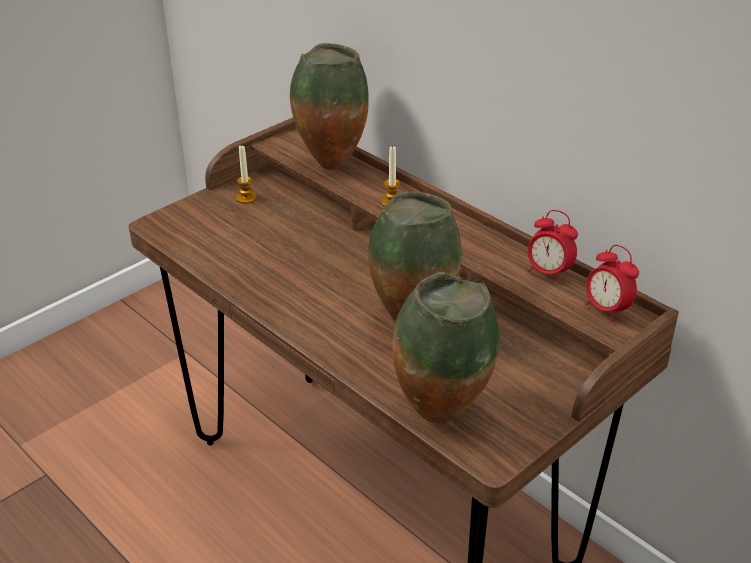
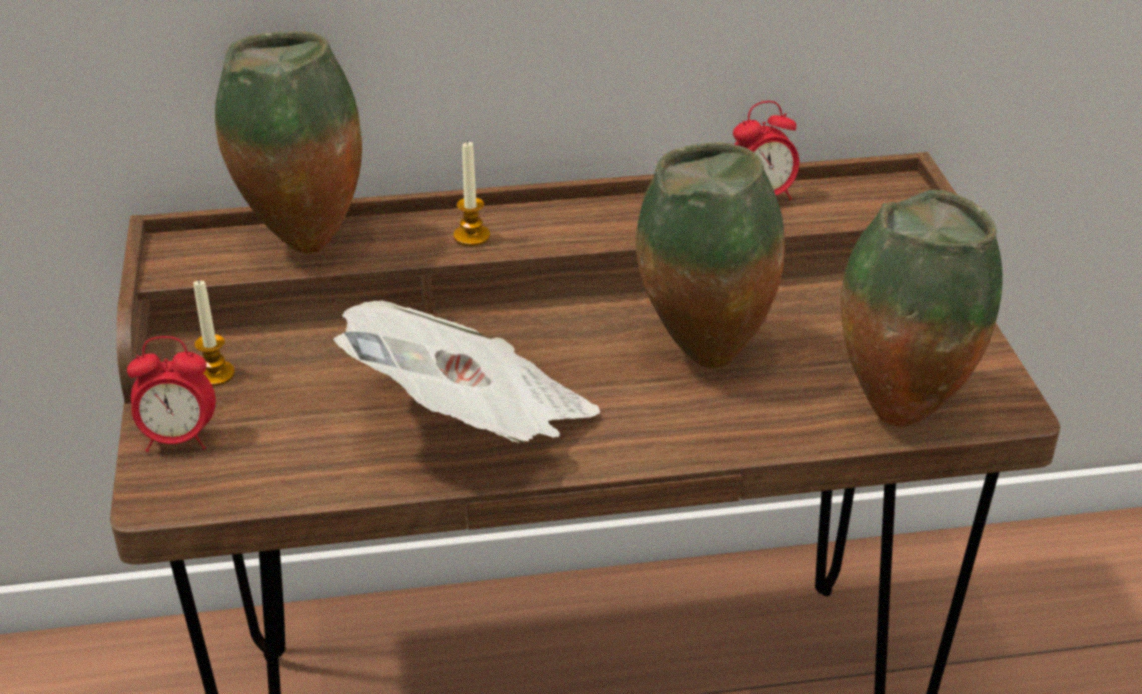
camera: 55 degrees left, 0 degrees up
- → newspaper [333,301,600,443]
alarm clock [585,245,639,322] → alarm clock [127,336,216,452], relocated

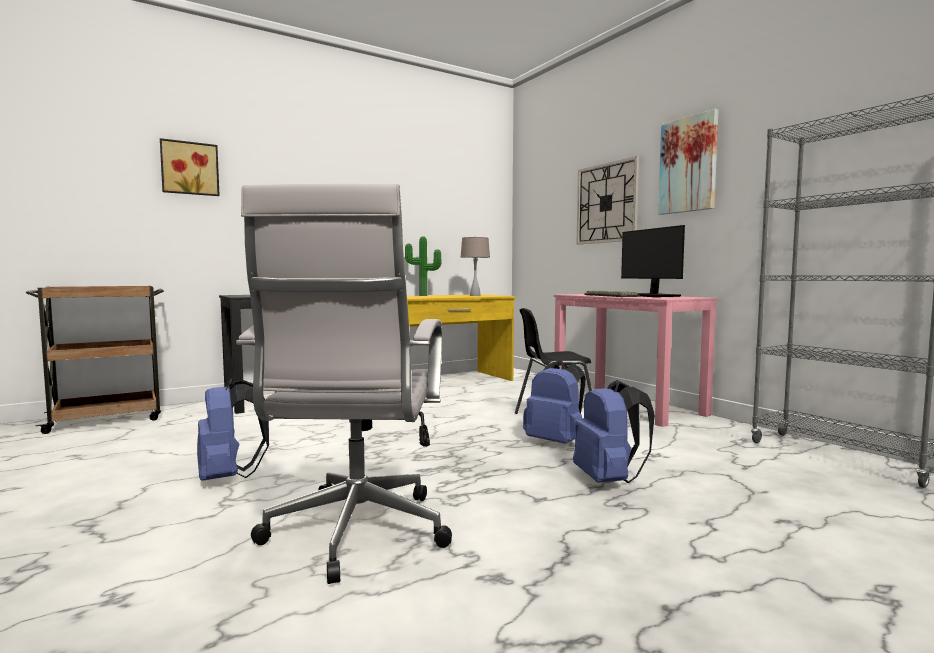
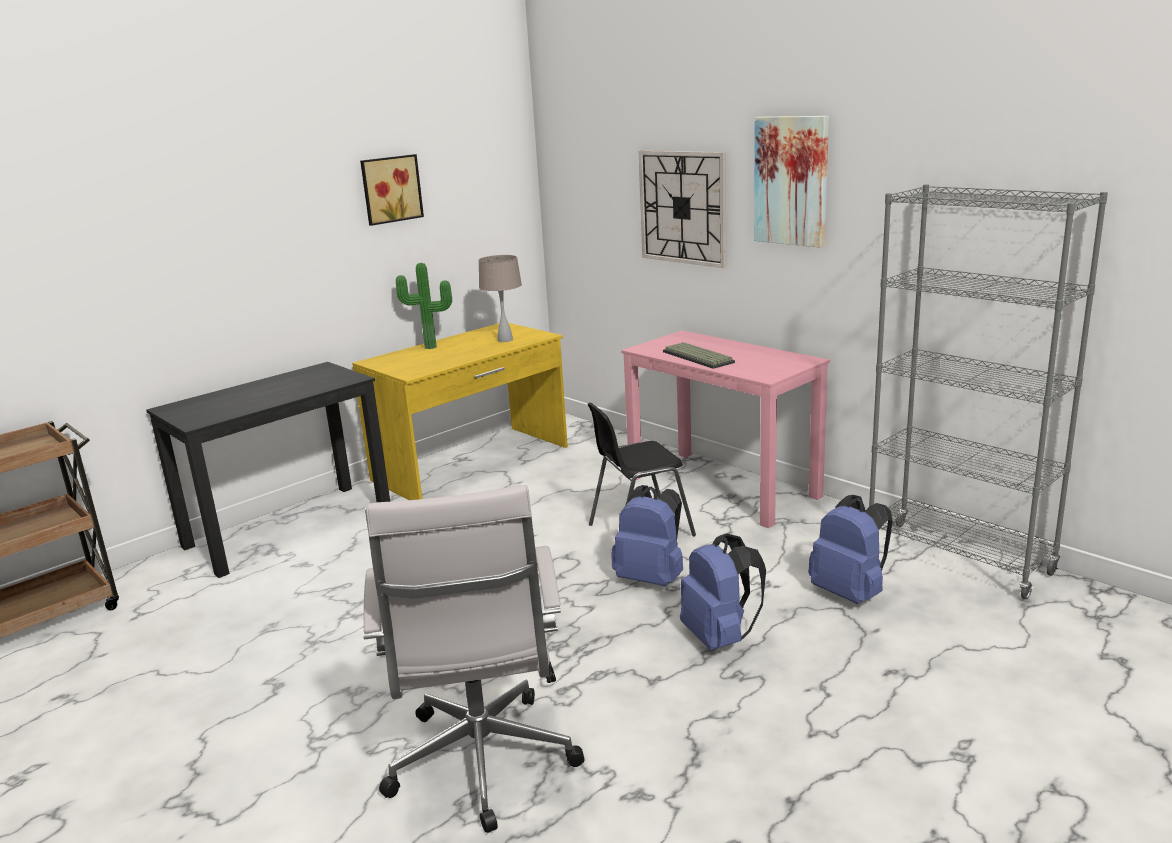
camera: 10 degrees left, 15 degrees up
monitor [621,225,685,297] → -
picture [160,138,220,196] → picture [360,154,424,226], relocated
blue backpack [197,379,269,481] → blue backpack [808,495,892,604], relocated

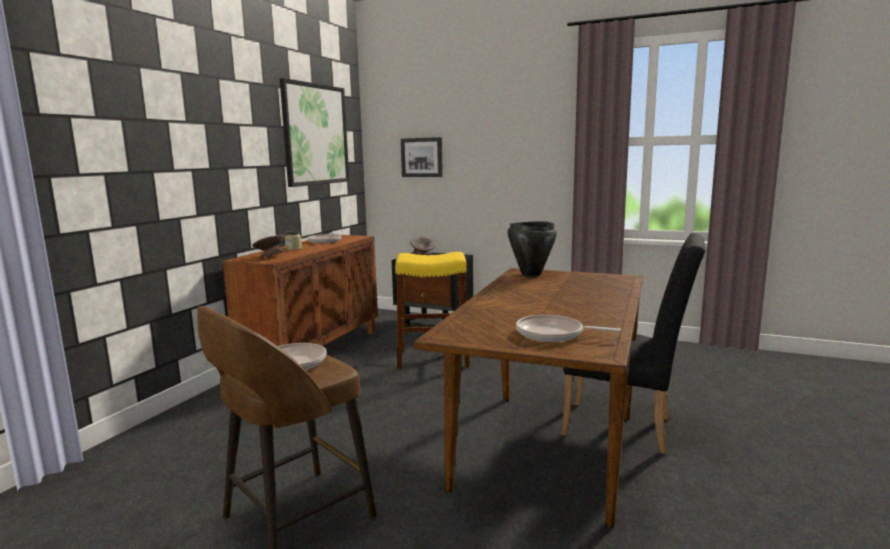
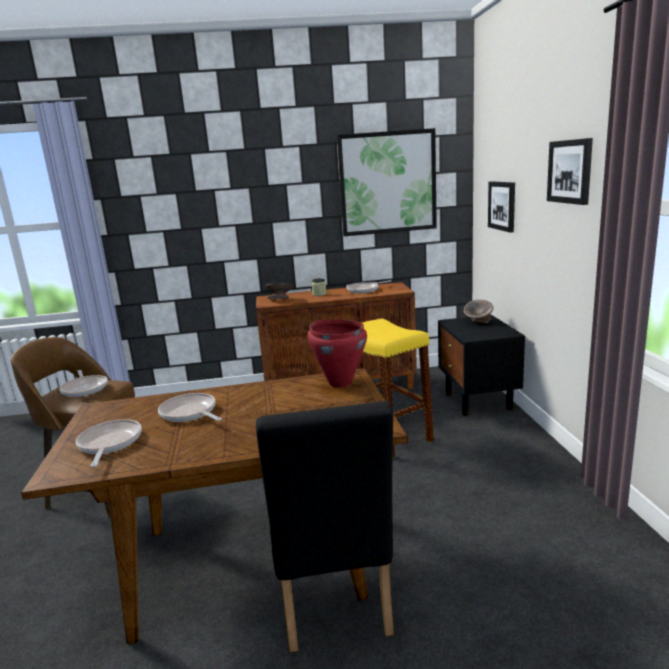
camera: 60 degrees right, 5 degrees up
- → frying pan [158,393,222,422]
- → picture [547,138,593,205]
black cooking pot [508,221,557,277] → red cooking pot [308,320,367,388]

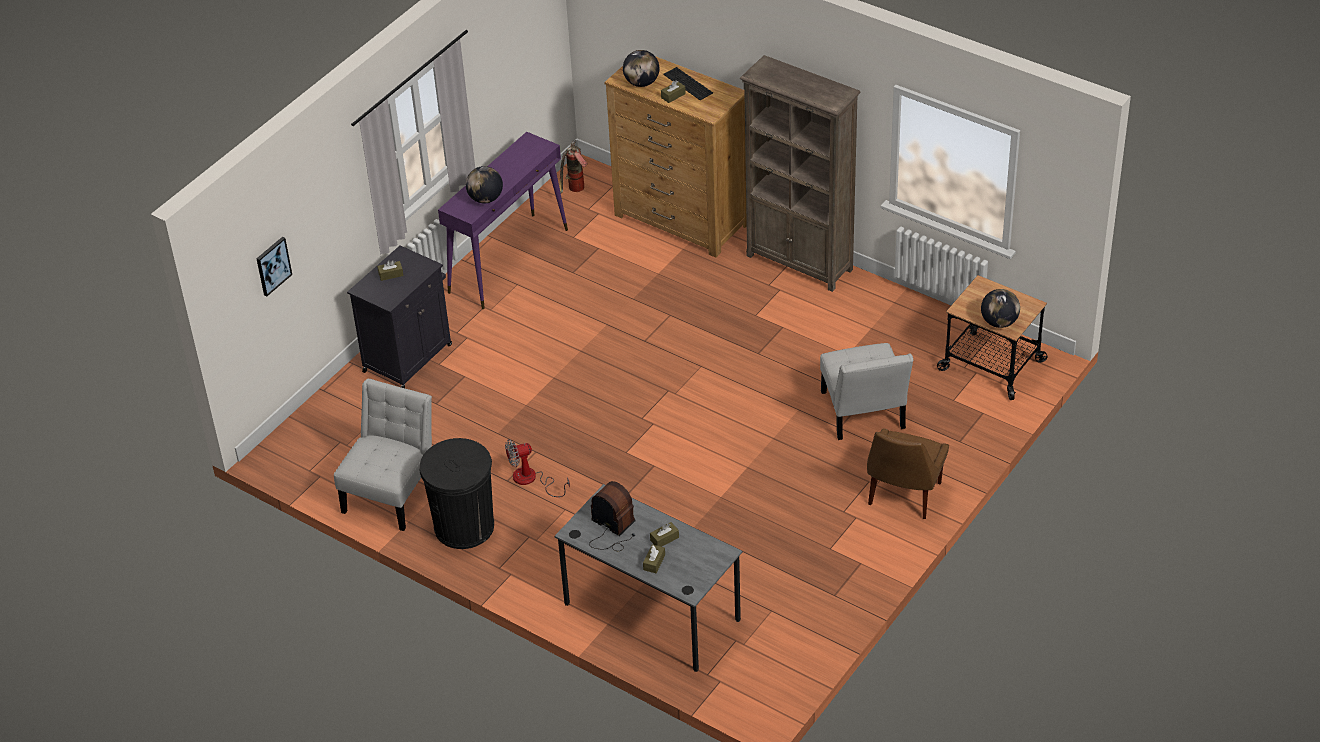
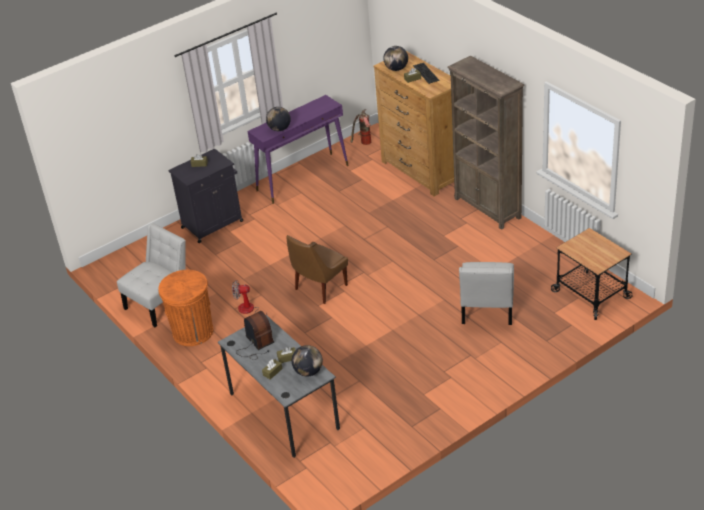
camera: 20 degrees right, 5 degrees down
picture [256,237,292,296] → -
brown chair [867,429,949,519] → brown chair [286,235,348,304], relocated
globe [981,289,1020,328] → globe [292,345,323,377], relocated
black trash can [420,438,494,549] → orange trash can [158,270,213,346]

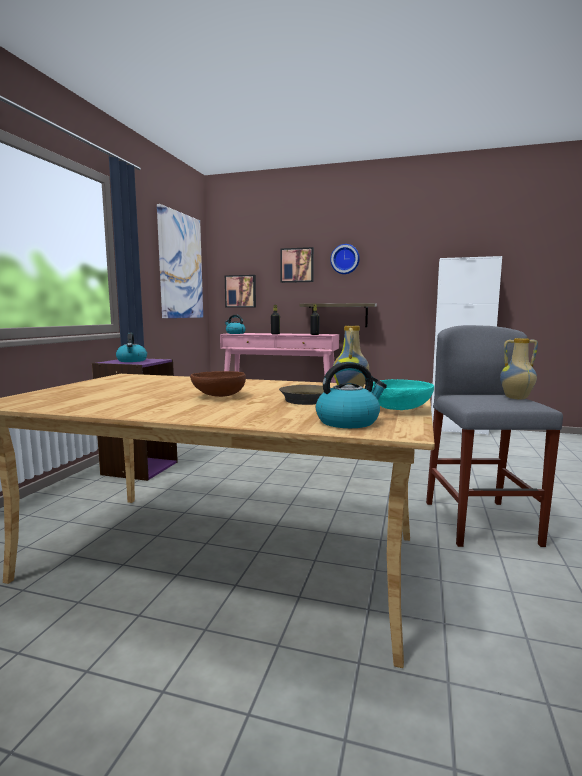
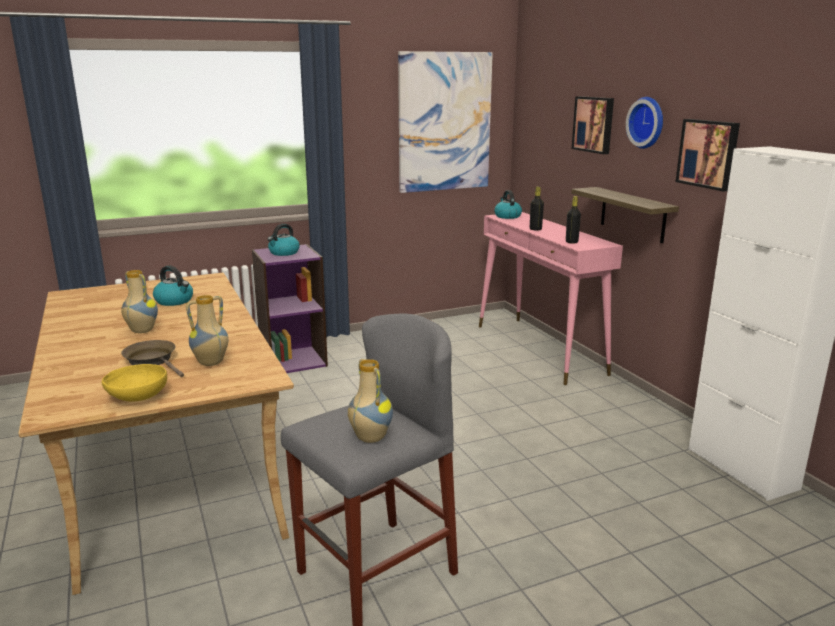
camera: 50 degrees right, 10 degrees up
picture [225,275,256,308] → picture [676,119,740,192], relocated
kettle [316,362,387,428] → kettle [153,265,193,306], relocated
brown bowl [190,371,246,397] → vase [121,270,158,333]
turquoise bowl [372,379,434,410] → yellow bowl [102,364,167,401]

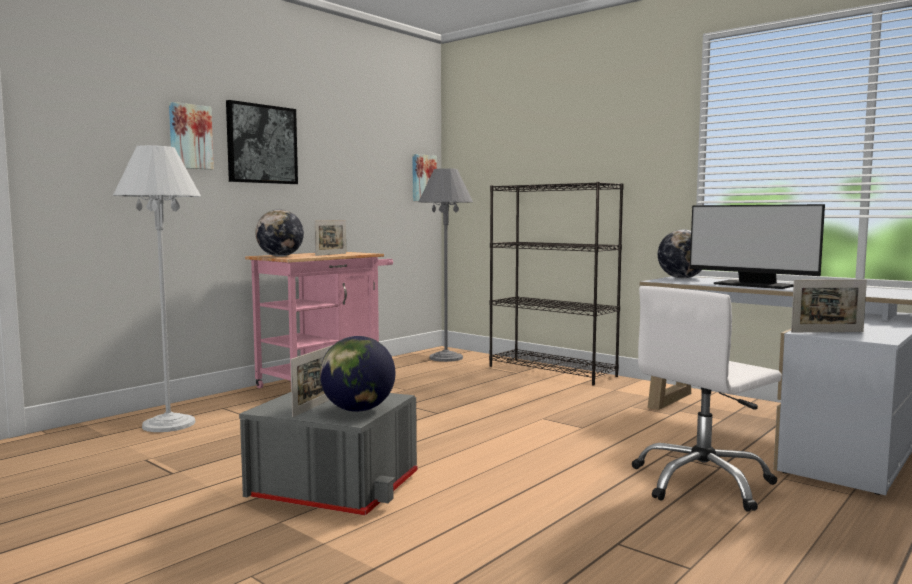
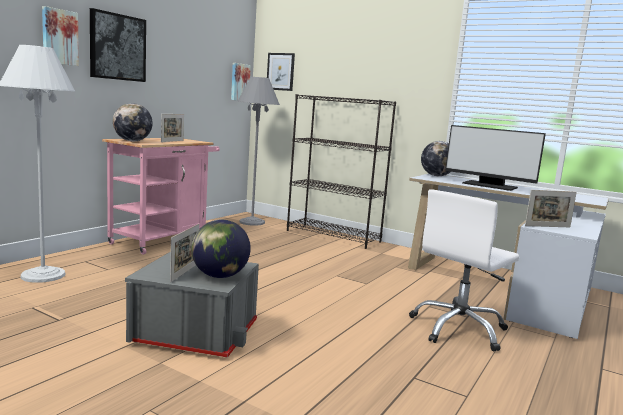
camera: 10 degrees left, 5 degrees up
- → picture [267,53,295,91]

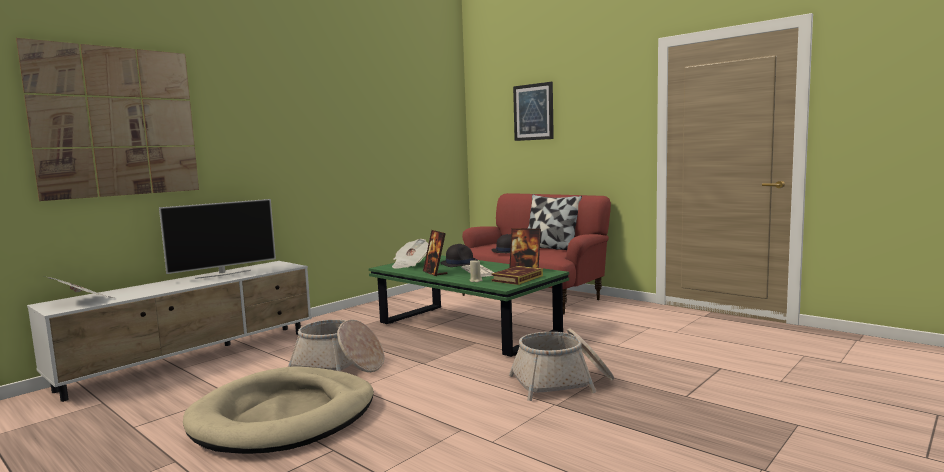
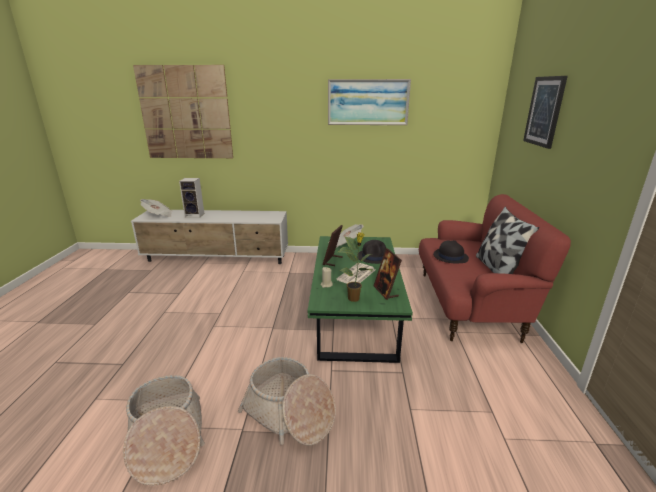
camera: 50 degrees right, 15 degrees up
television [159,199,276,279] → -
beige dog bed [183,366,374,454] → -
- → speaker [179,178,204,218]
- → picture [328,79,411,125]
basket [288,320,384,372] → basket [123,375,205,486], relocated
book [491,266,543,285] → potted plant [338,232,373,302]

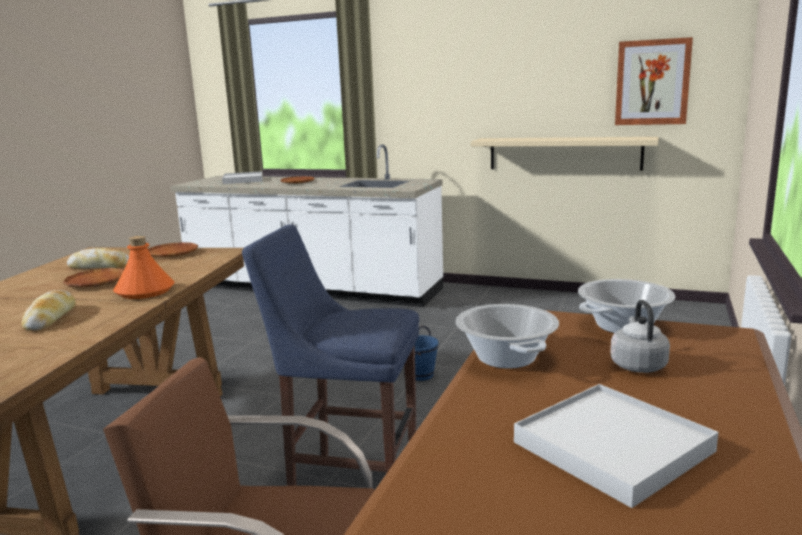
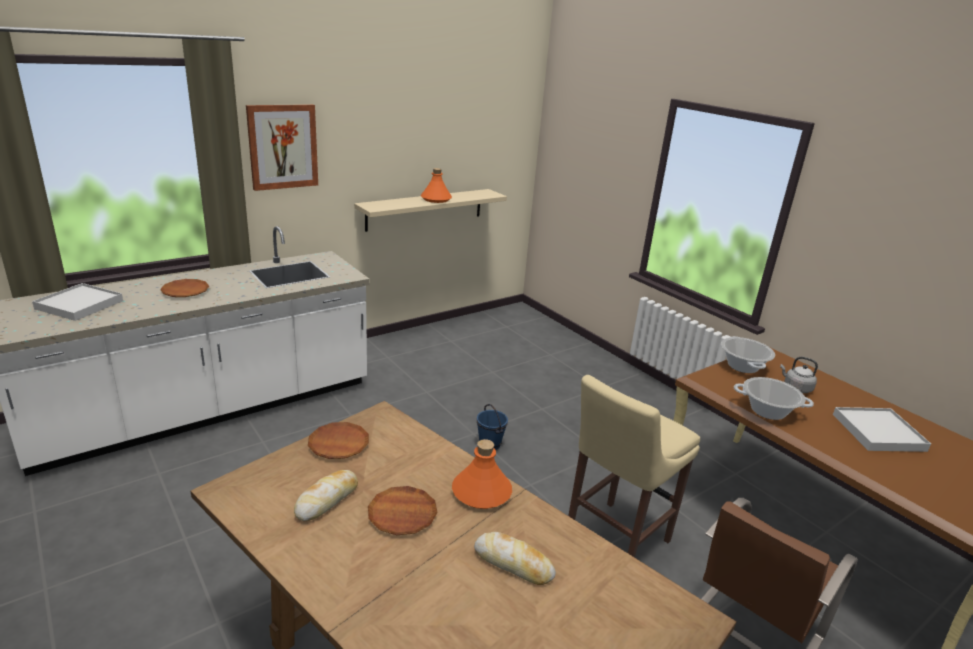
camera: 60 degrees left, 10 degrees up
- → orange bottle [421,168,452,203]
picture [615,37,693,125] → picture [246,104,318,191], relocated
blue stool [242,224,419,486] → beige stool [568,375,700,557]

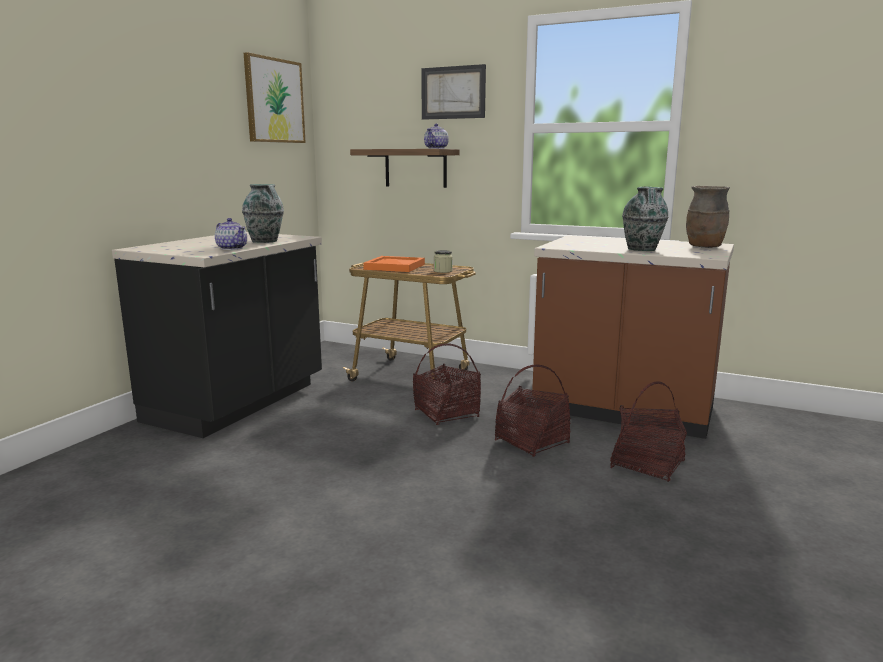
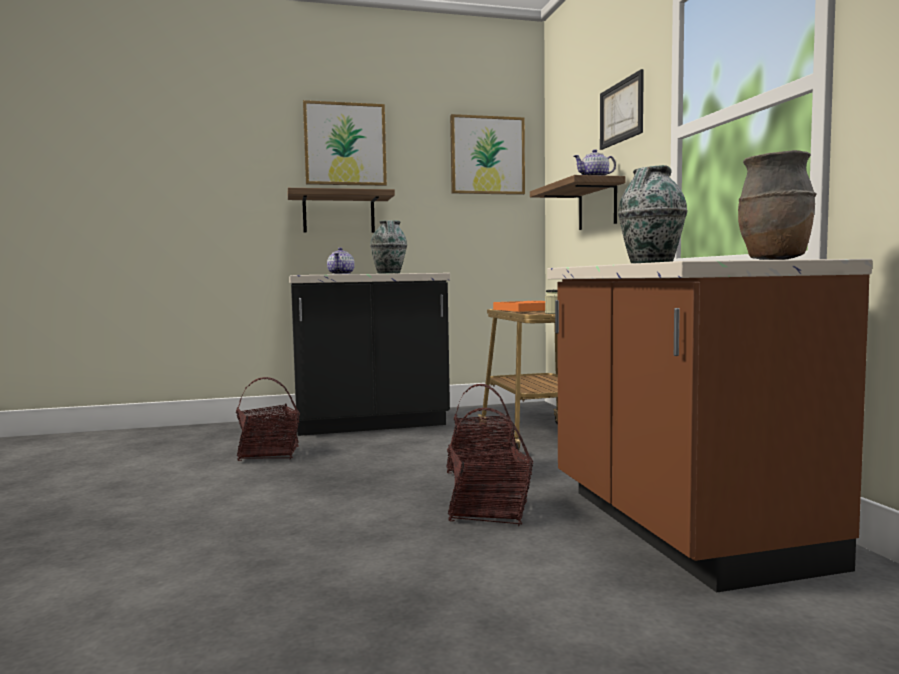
camera: 50 degrees right, 10 degrees down
- → shelf [288,188,395,233]
- → picture [303,100,387,186]
basket [610,381,687,482] → basket [236,377,300,461], relocated

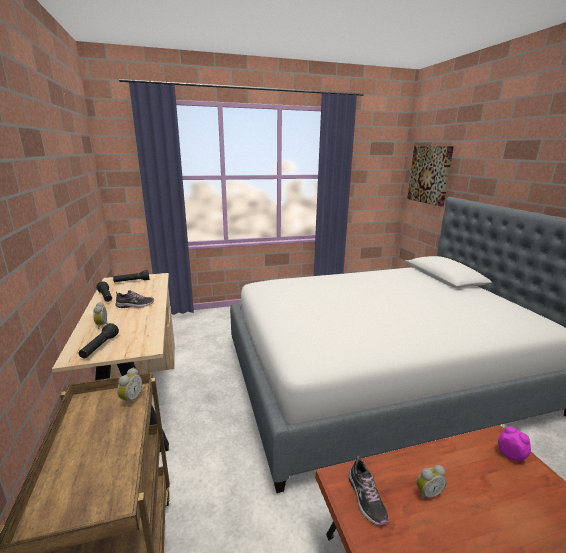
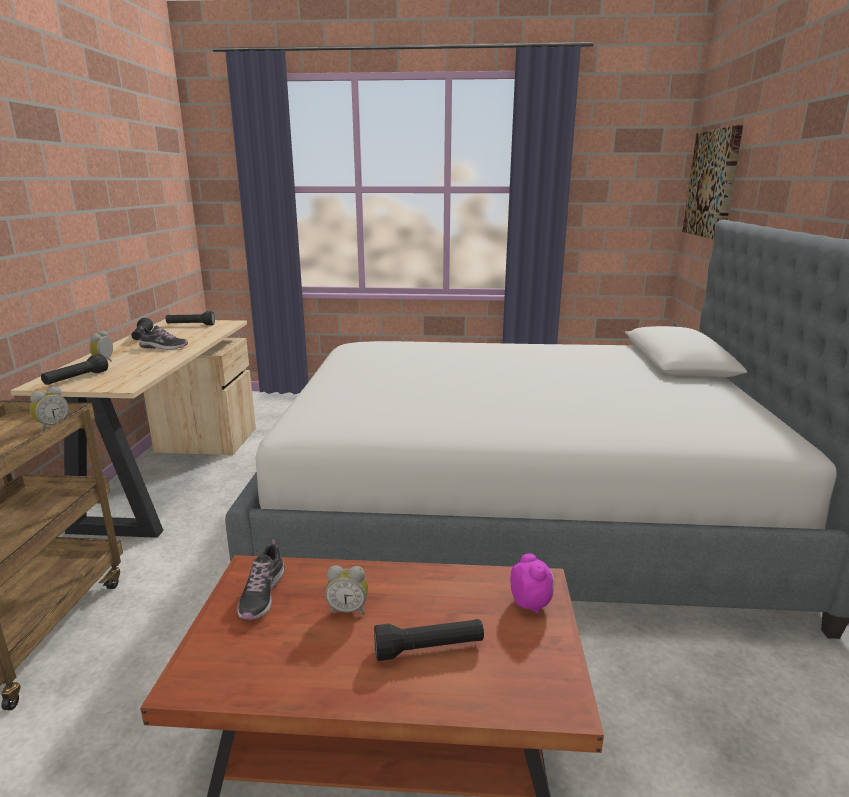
camera: 20 degrees right, 0 degrees up
- → black flashlight [374,619,484,661]

